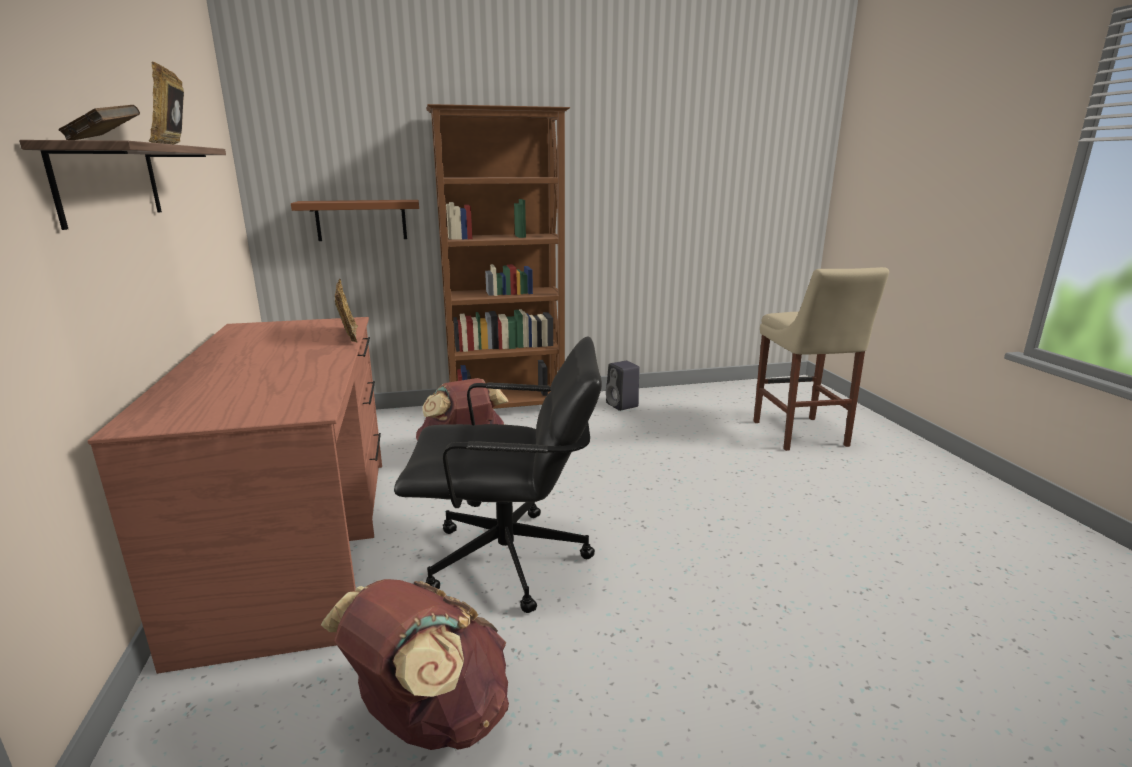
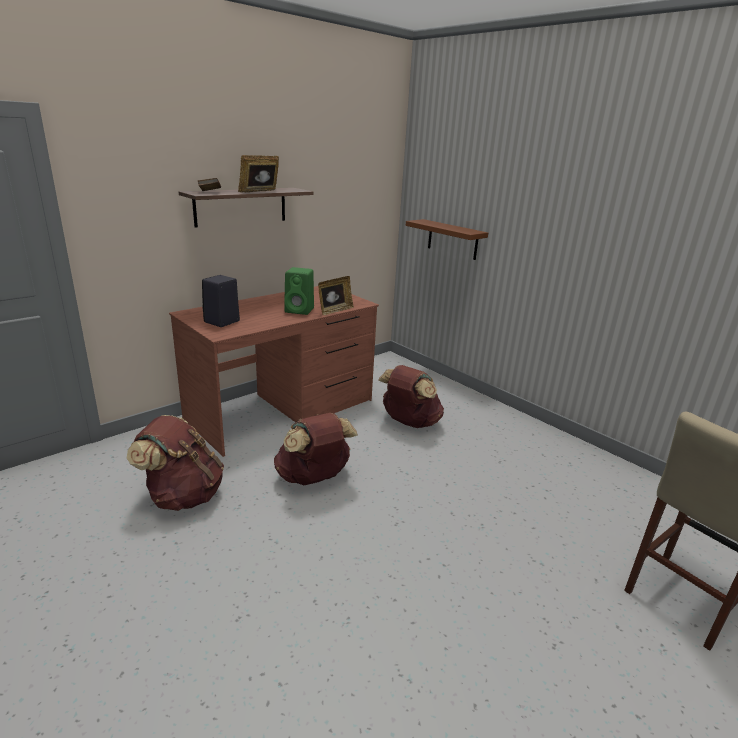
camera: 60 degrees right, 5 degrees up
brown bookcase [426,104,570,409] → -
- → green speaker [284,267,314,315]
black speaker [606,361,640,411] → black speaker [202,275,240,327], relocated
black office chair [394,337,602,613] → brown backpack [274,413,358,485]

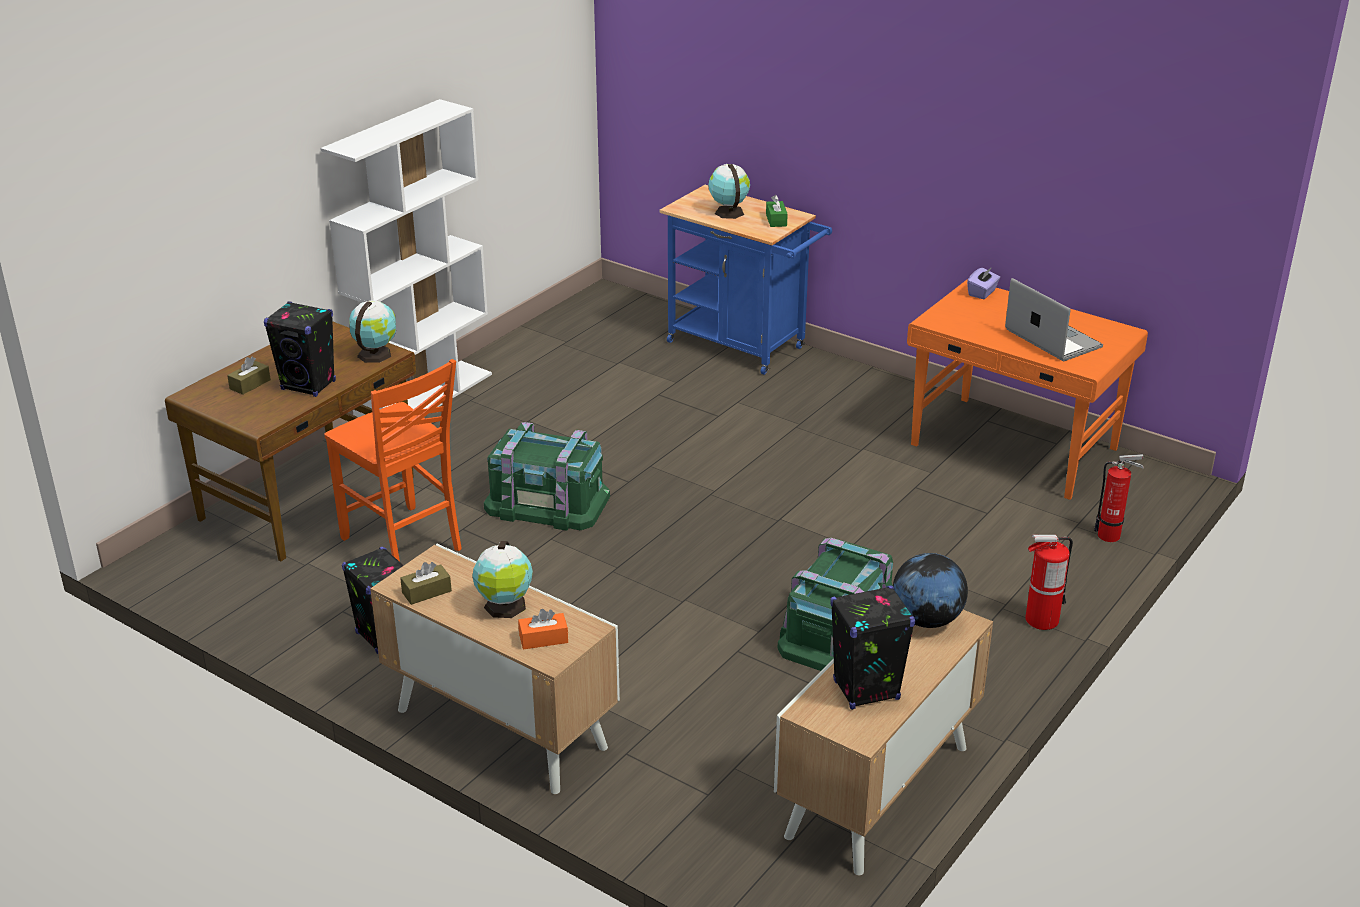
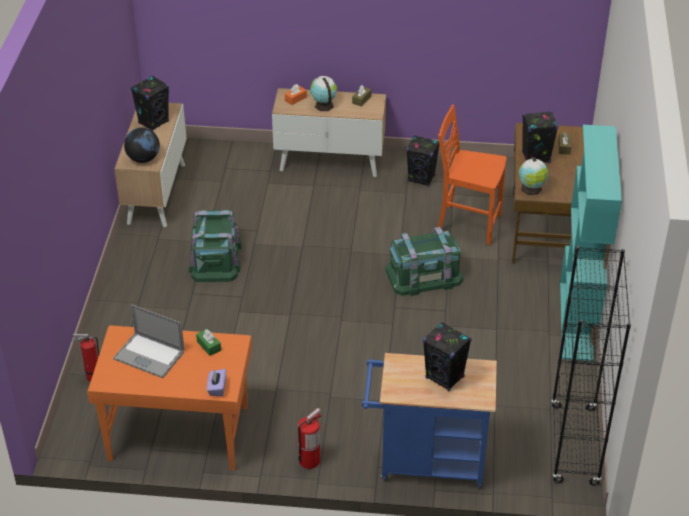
camera: 150 degrees right, 10 degrees up
- → black bookcase [551,246,631,486]
green tissue box [766,195,788,227] → green tissue box [196,329,221,356], relocated
fire extinguisher [1025,535,1073,630] → fire extinguisher [298,408,322,469], relocated
globe [708,164,750,219] → black speaker [423,322,471,391]
white bookcase [320,99,492,417] → turquoise bookcase [560,125,622,361]

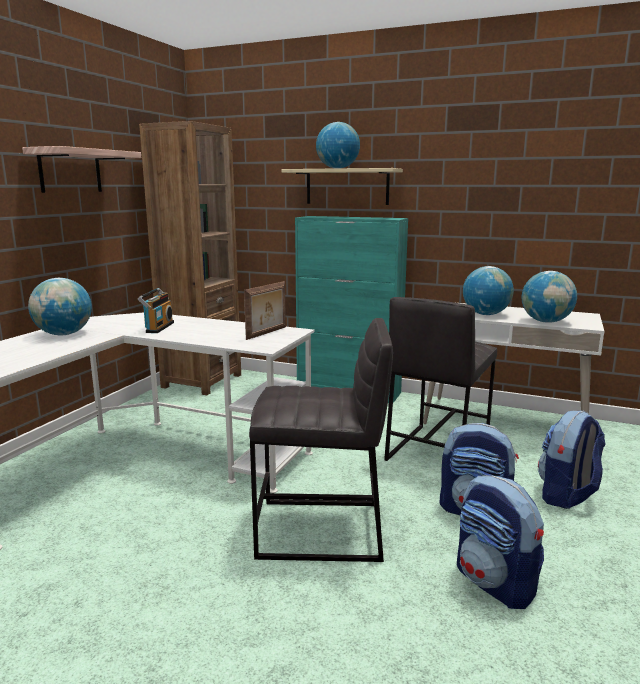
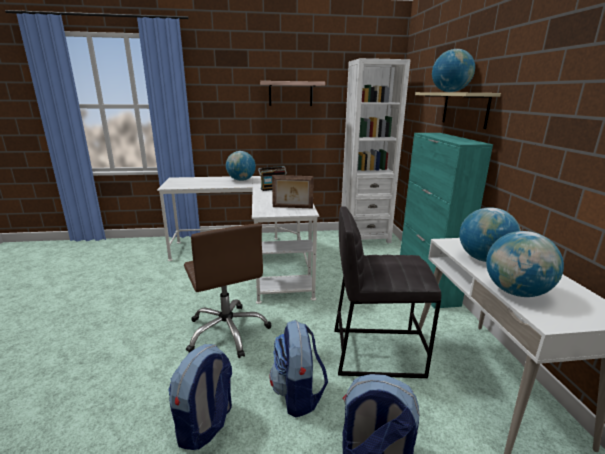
camera: 60 degrees right, 5 degrees up
grey stool [249,318,393,562] → brown office chair [184,223,272,358]
brown bookcase [139,121,241,395] → white bookcase [341,58,410,243]

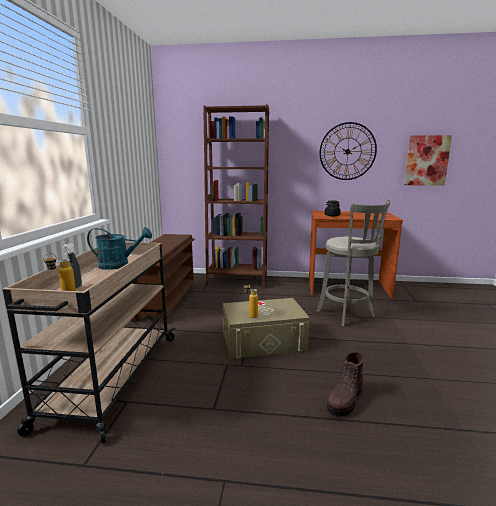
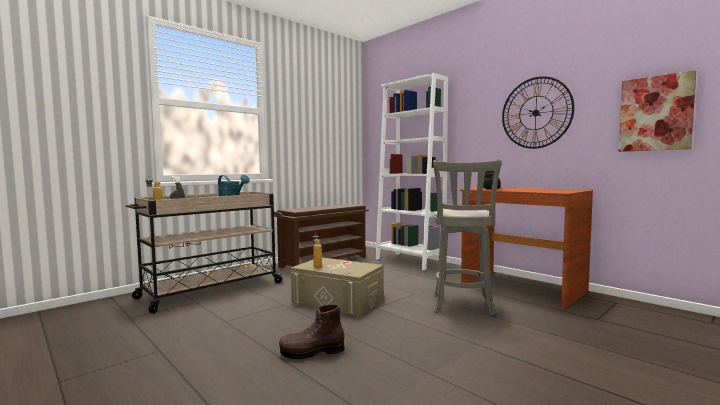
camera: 40 degrees right, 10 degrees down
brown bookcase [203,105,269,288] → white bookcase [376,73,448,270]

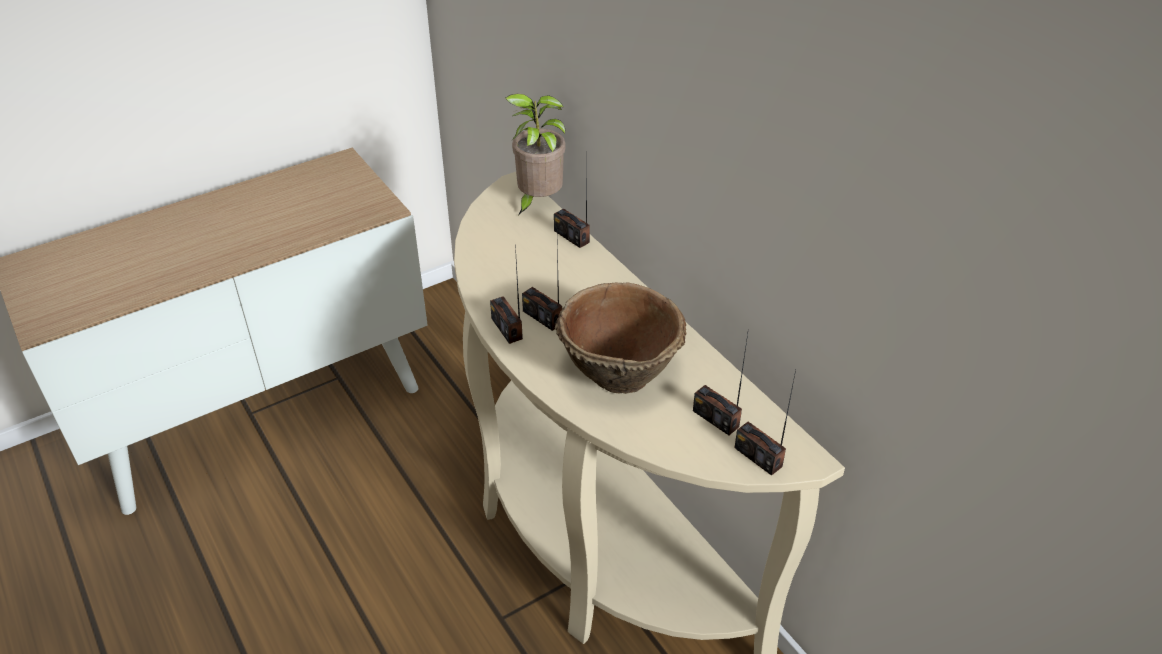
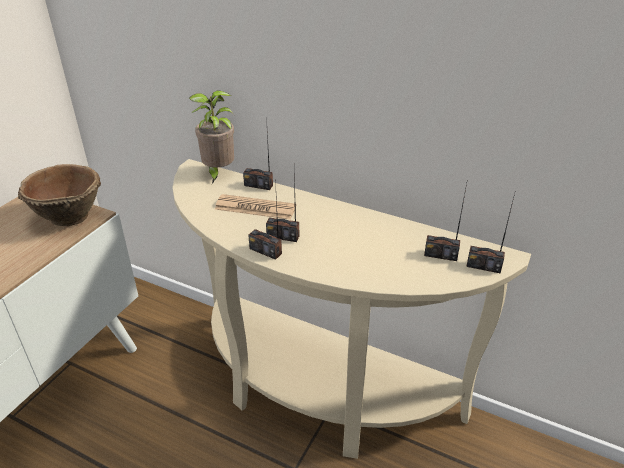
camera: 30 degrees left, 5 degrees down
- → newspaper [215,194,295,220]
brown bowl [555,283,687,394] → brown bowl [18,164,101,226], relocated

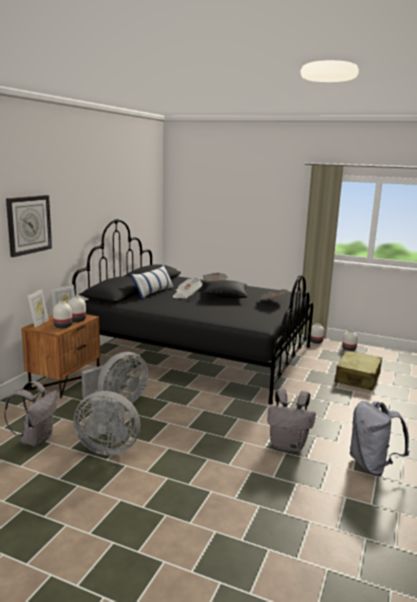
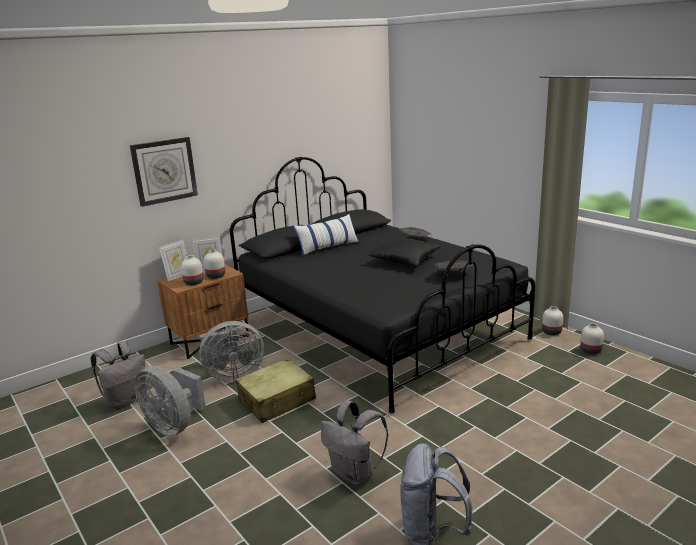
camera: 30 degrees right, 5 degrees up
newspaper [173,278,202,298] → -
beige suitcase [335,350,382,391] → beige suitcase [236,358,316,423], relocated

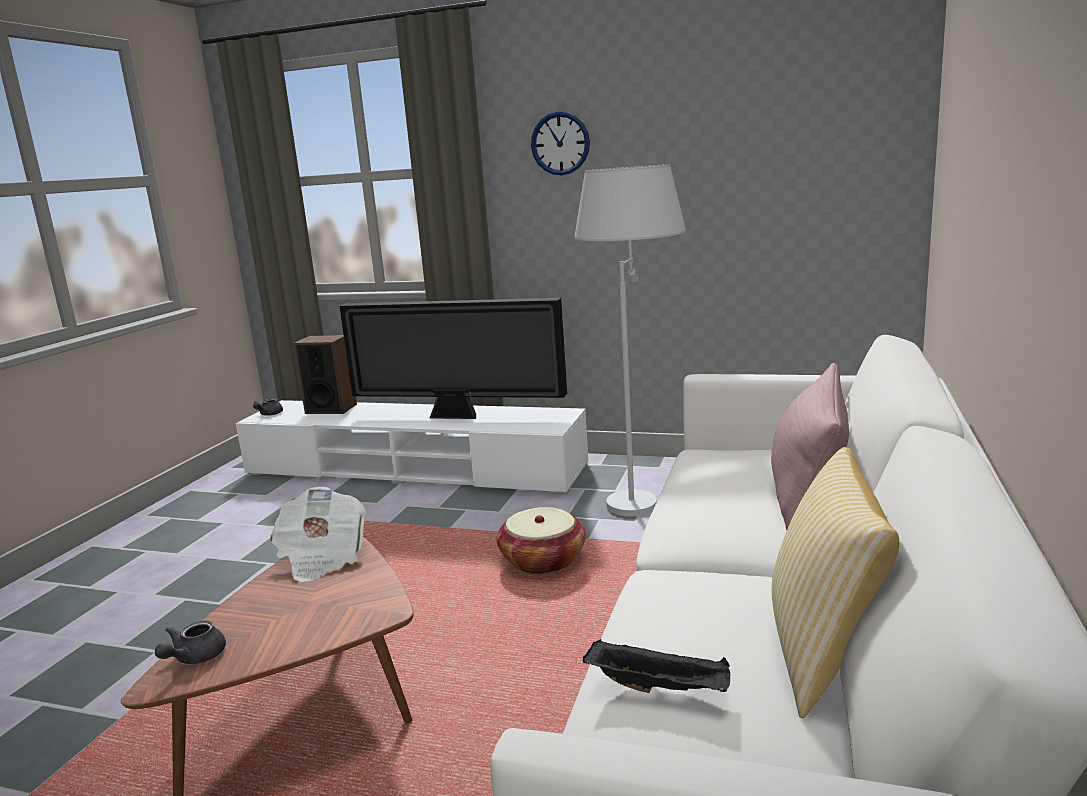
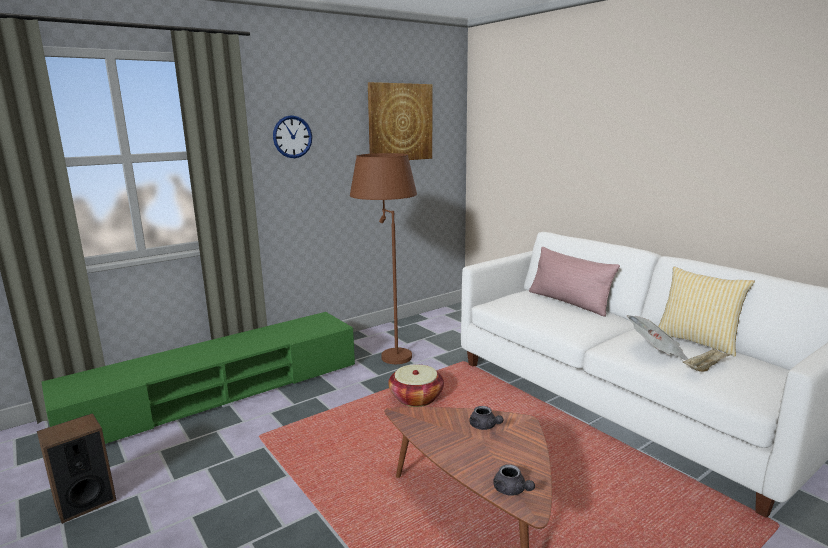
camera: 55 degrees left, 0 degrees up
television [340,298,567,419] → -
- → picture [368,82,433,160]
grey teapot [253,398,283,416] → grey teapot [469,406,503,430], relocated
newspaper [270,487,366,582] → newspaper [626,315,688,360], relocated
speaker [293,335,357,414] → speaker [37,413,117,524], relocated
white tv stand [236,400,588,494] → green tv stand [41,312,355,444]
white floor lamp [575,165,686,517] → brown floor lamp [350,153,417,364]
black tray [583,639,731,693] → beige tray [683,347,732,372]

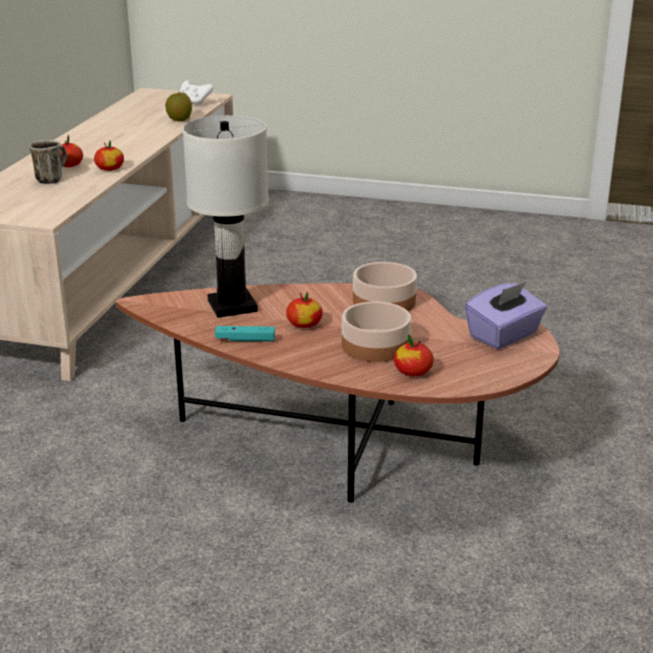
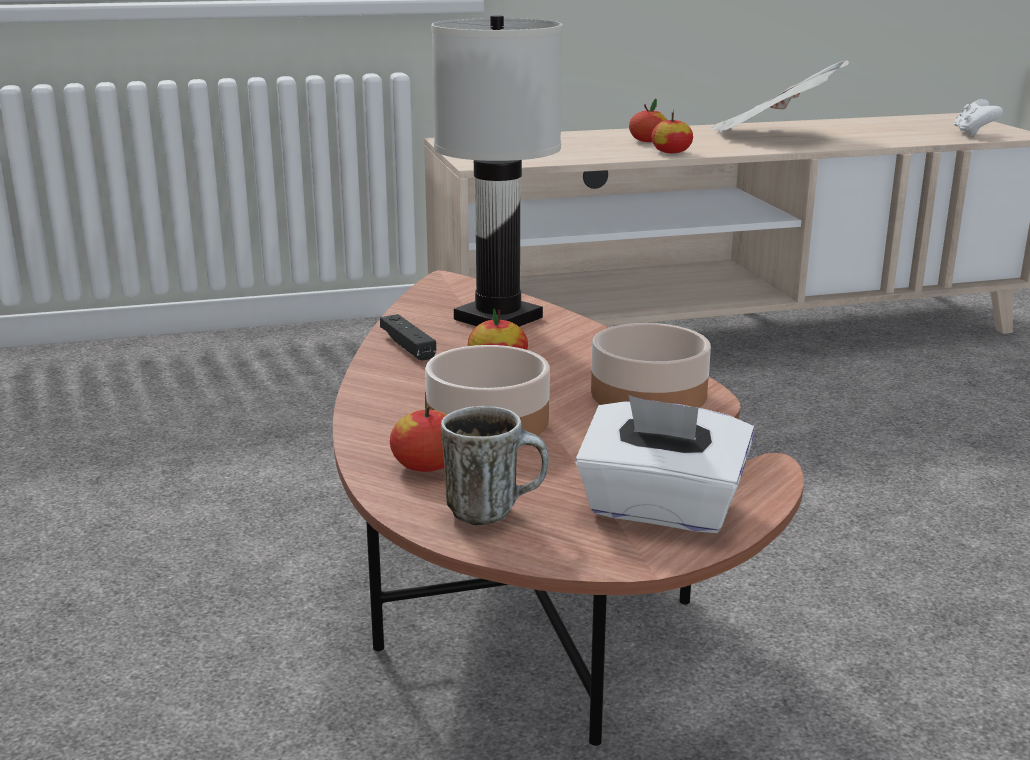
camera: 60 degrees right, 5 degrees down
apple [165,91,192,121] → -
- → newspaper [712,60,849,132]
mug [29,140,67,184] → mug [441,406,549,525], relocated
turquoise game controller [215,326,275,342] → black game controller [380,314,436,361]
purple tissue box [465,282,547,349] → white tissue box [575,395,755,533]

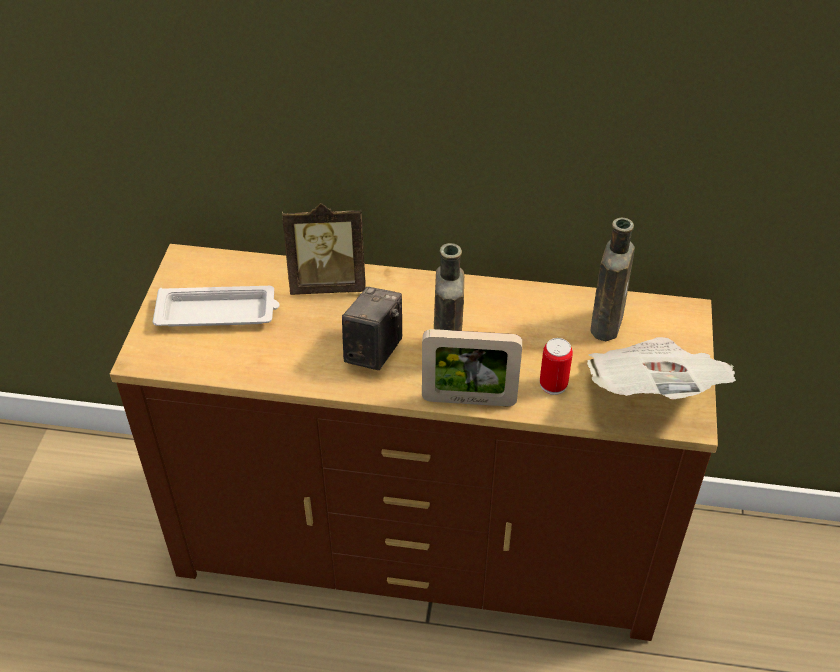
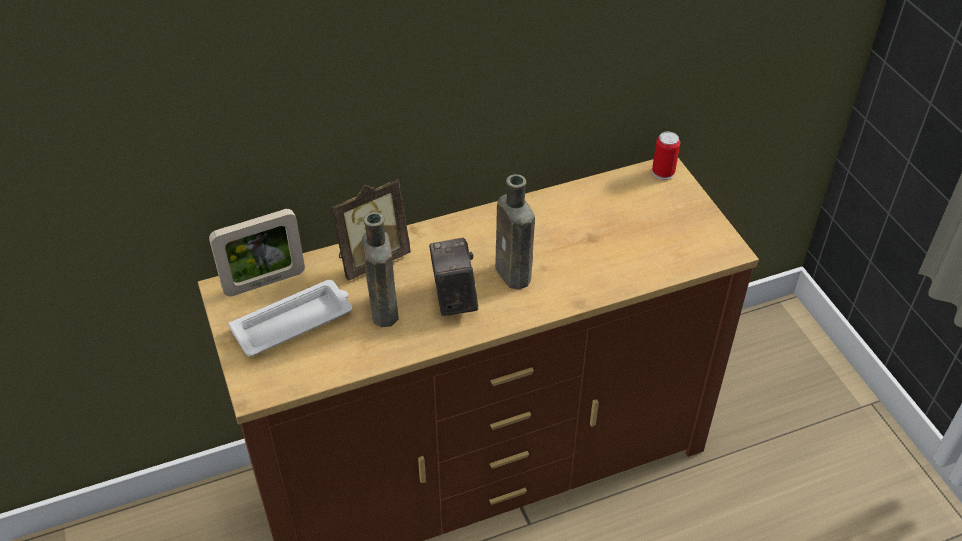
camera: 30 degrees left, 0 degrees up
newspaper [587,337,736,399] → -
picture frame [422,329,522,406] → picture frame [209,209,305,296], relocated
can [540,338,573,395] → can [652,131,680,180], relocated
brown bottle [591,218,635,341] → brown bottle [362,212,399,327], relocated

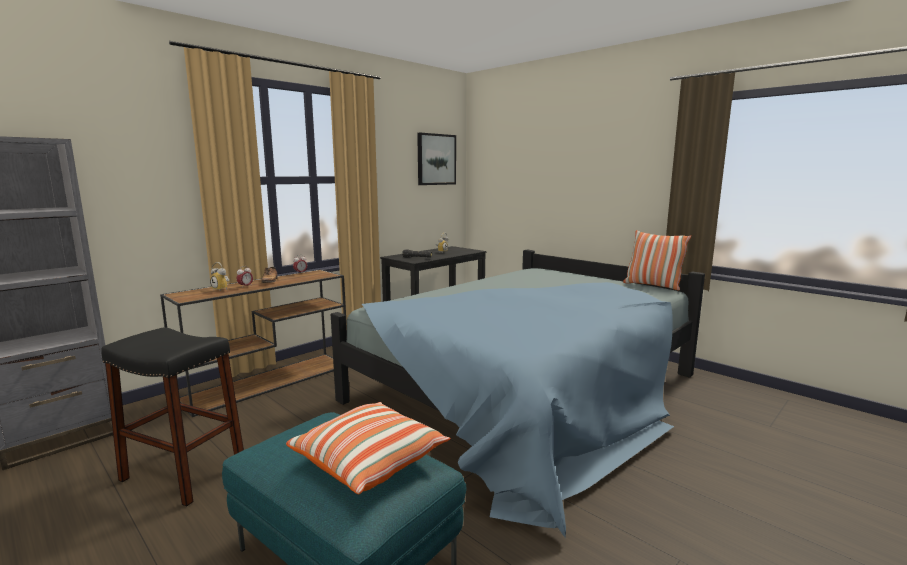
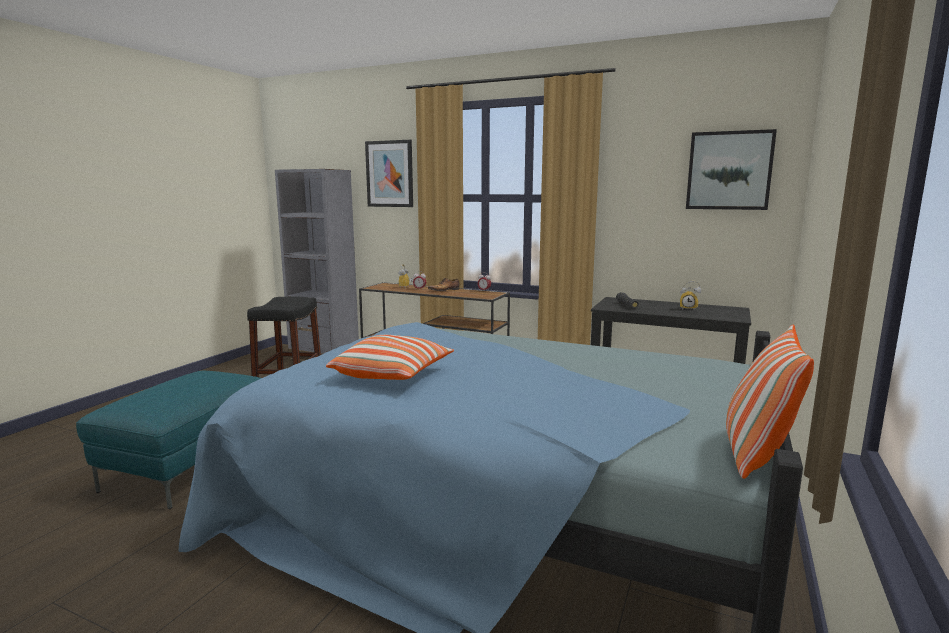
camera: 70 degrees right, 0 degrees up
- → picture [365,140,413,207]
pillow [286,402,450,494] → pillow [326,335,454,380], relocated

